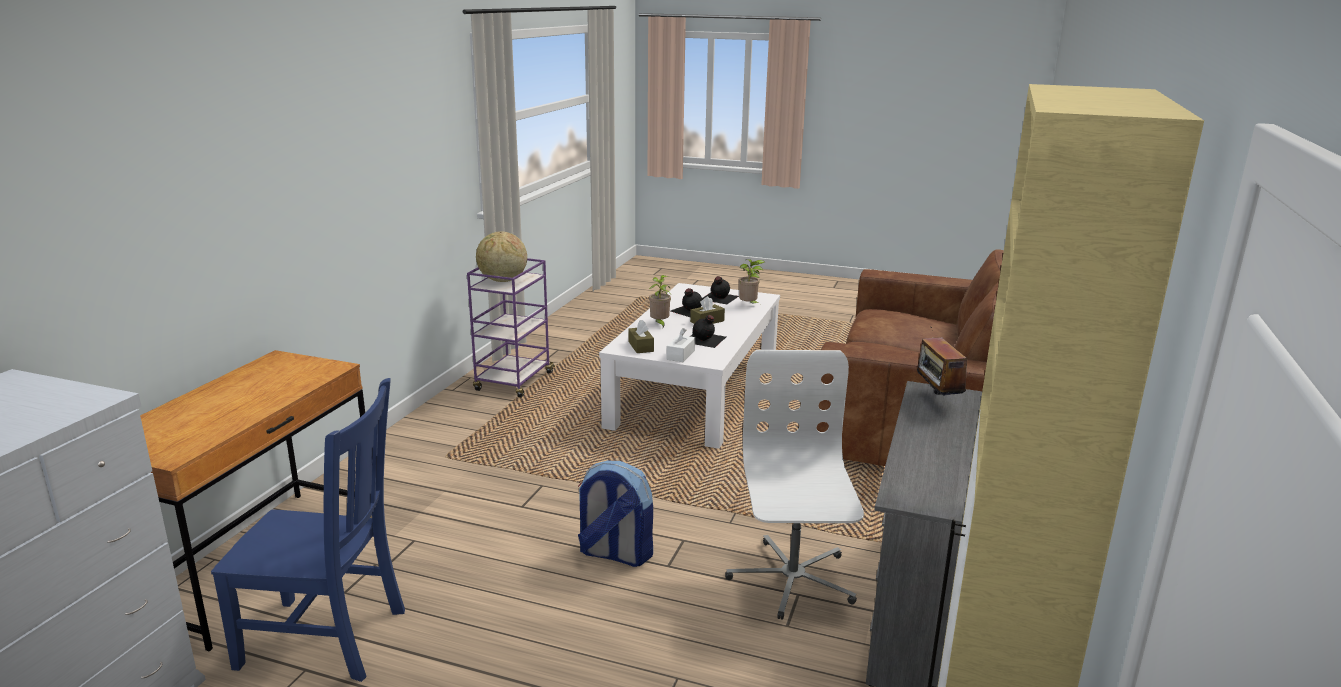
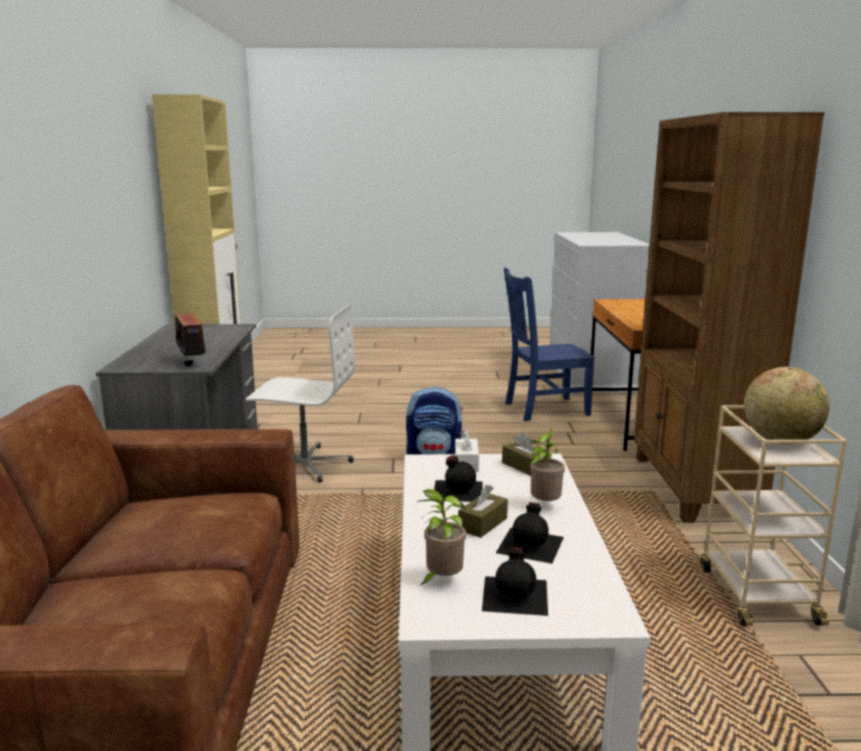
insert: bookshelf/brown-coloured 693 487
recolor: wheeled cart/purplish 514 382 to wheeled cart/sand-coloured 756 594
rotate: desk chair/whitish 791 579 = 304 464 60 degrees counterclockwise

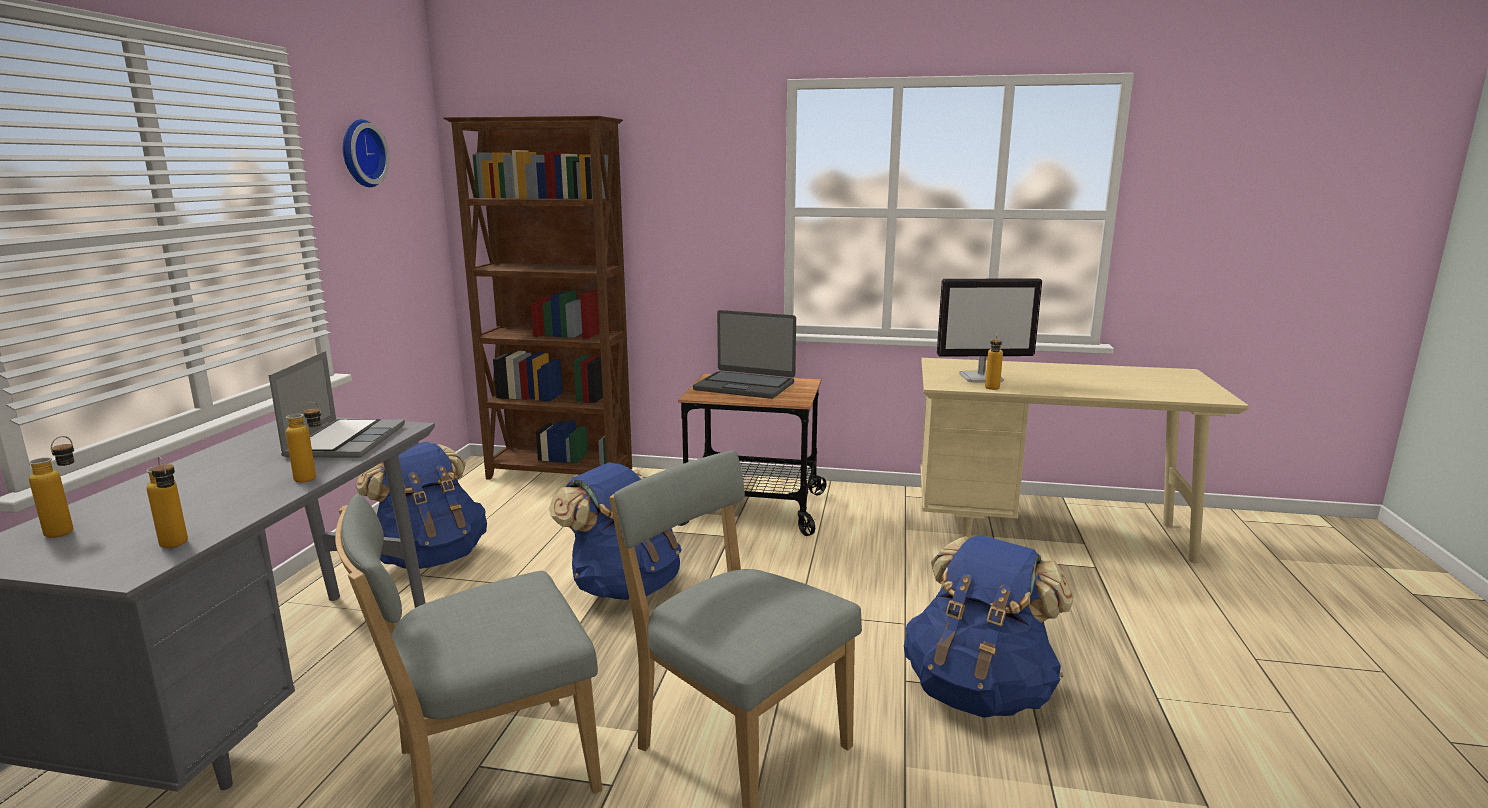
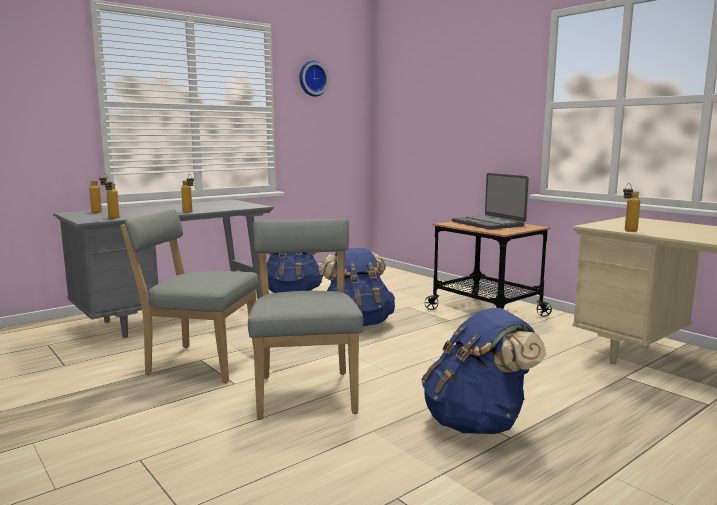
delete: laptop 345 441; bookshelf/brown-coloured 560 474; computer display 981 378

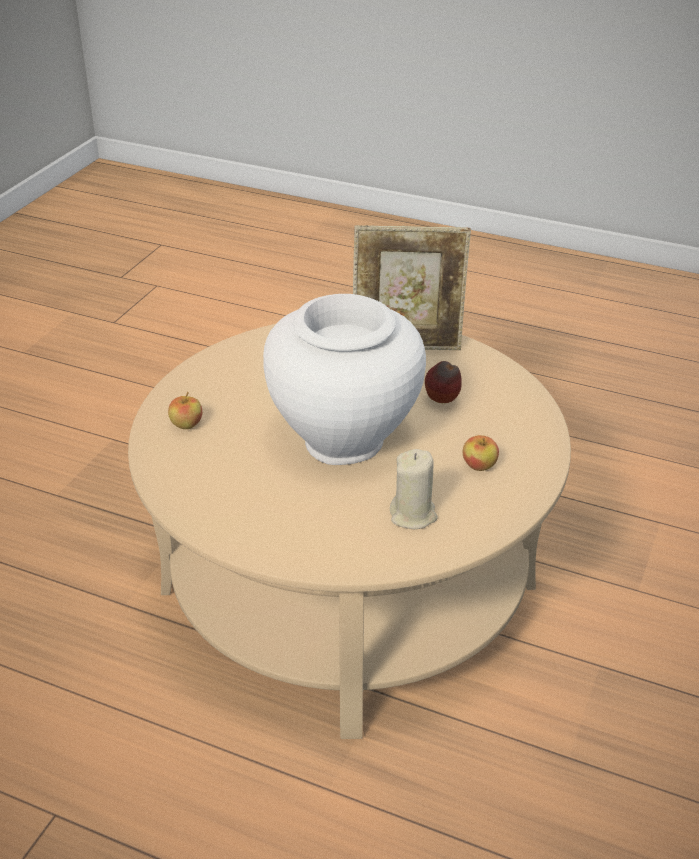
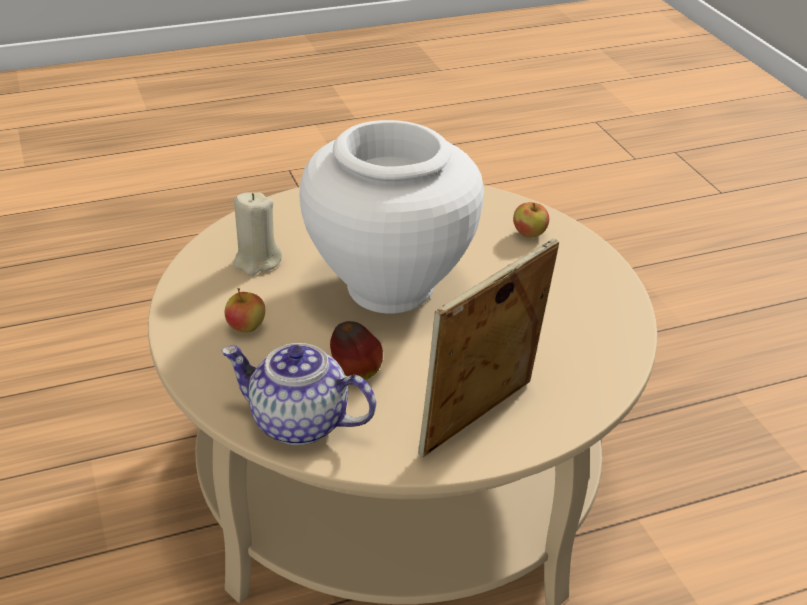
insert: tea pot 298 423

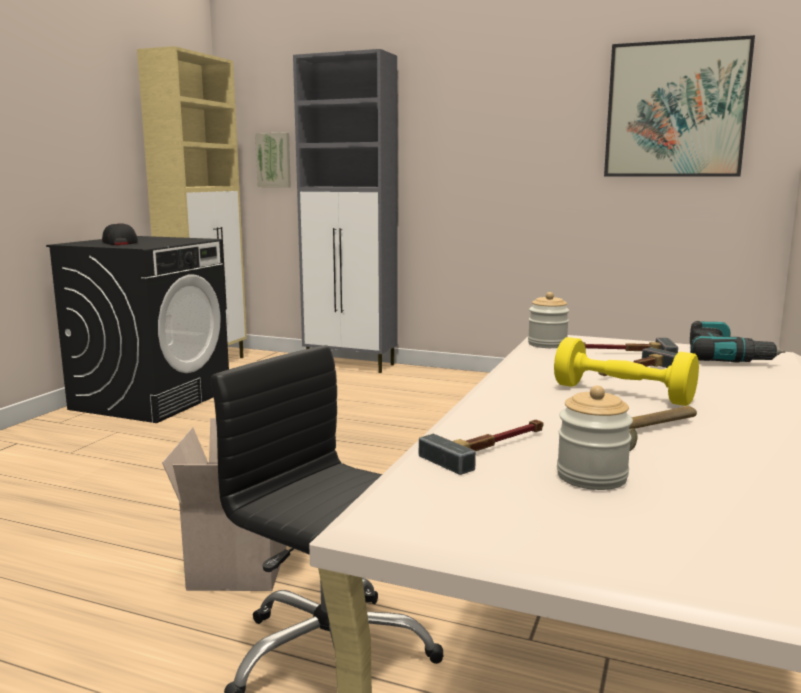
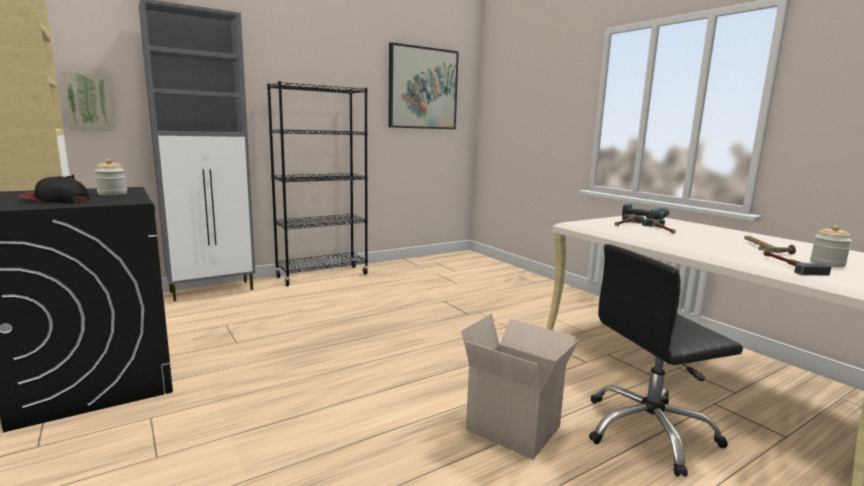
delete: free weight/yellowish 622 394
insert: bookshelf/blackish 322 276
move: storage jar 547 344 to 112 194

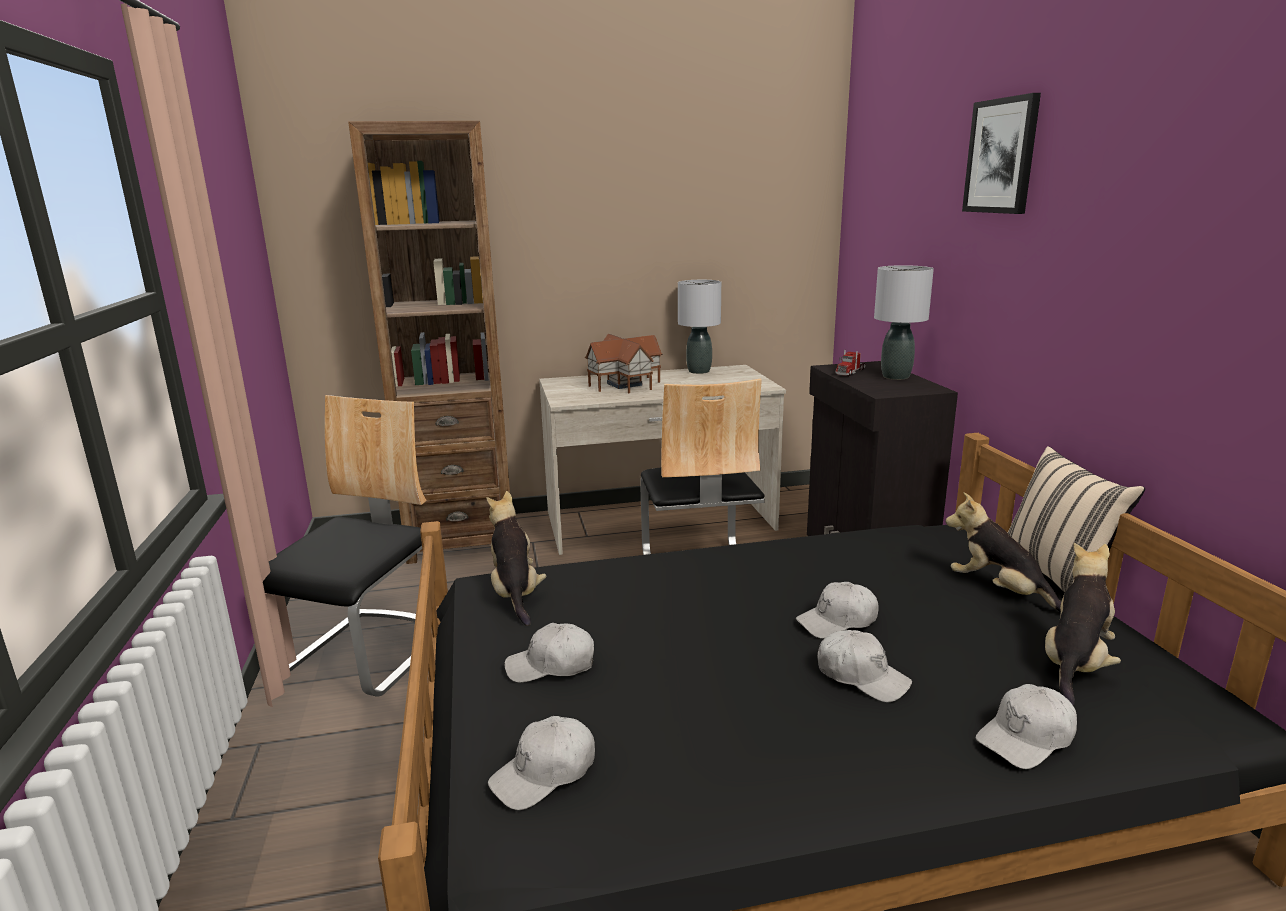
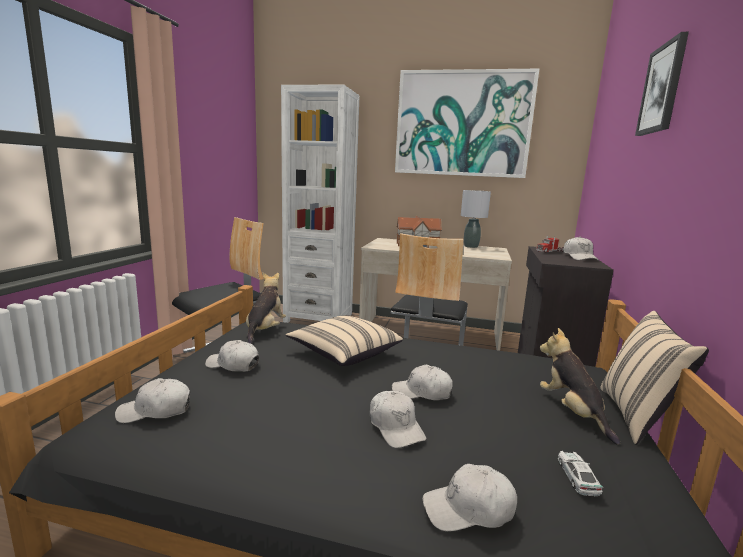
insert: throw pillow/sand-coloured 344 353; wall picture 462 124
replace: lamp for a table/grey 895 376 to baseball cap/whitish 579 257; cuddly toy 1075 664 to toy car 577 477
recolor: bookshelf/brown-coloured 461 539 to bookshelf/whitish 318 318

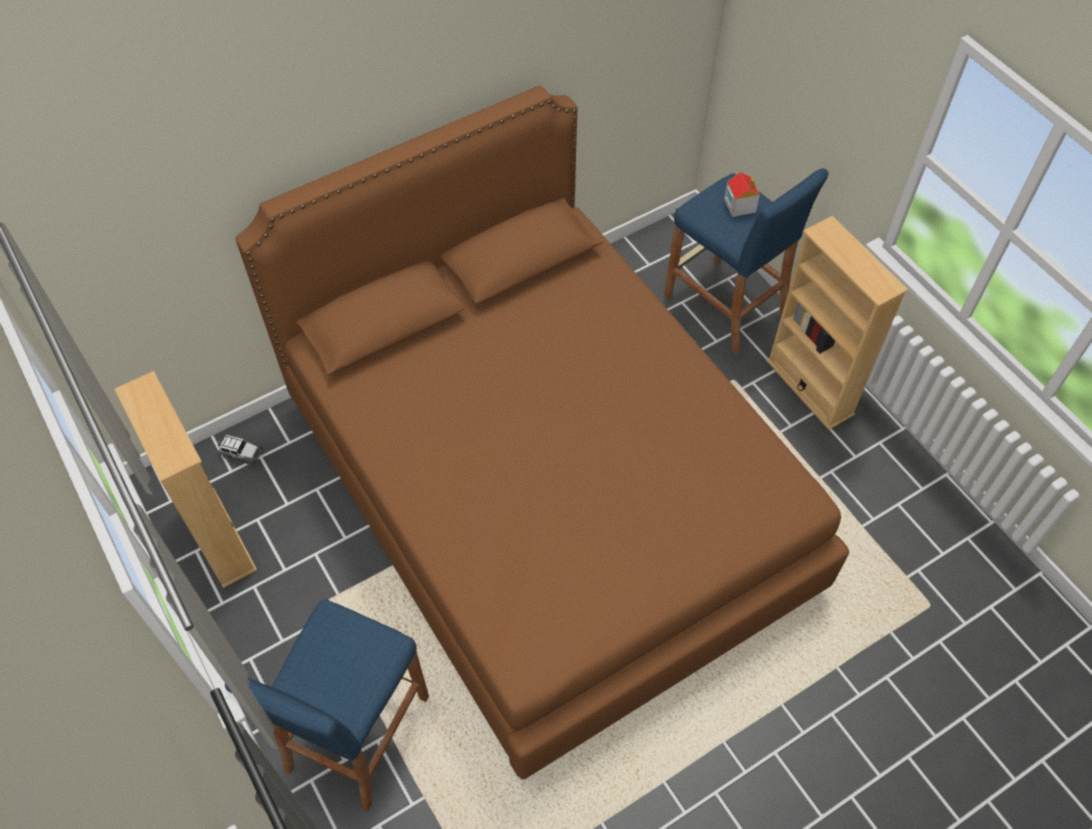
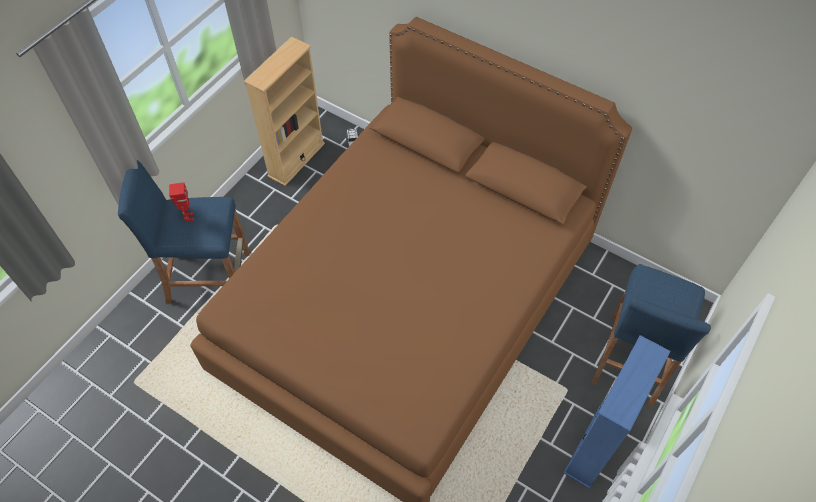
delete: model house 739 205
insert: model robot 189 217
recolor: bookshelf/sand-coloured 809 387 to bookshelf/blue-coloured 594 446

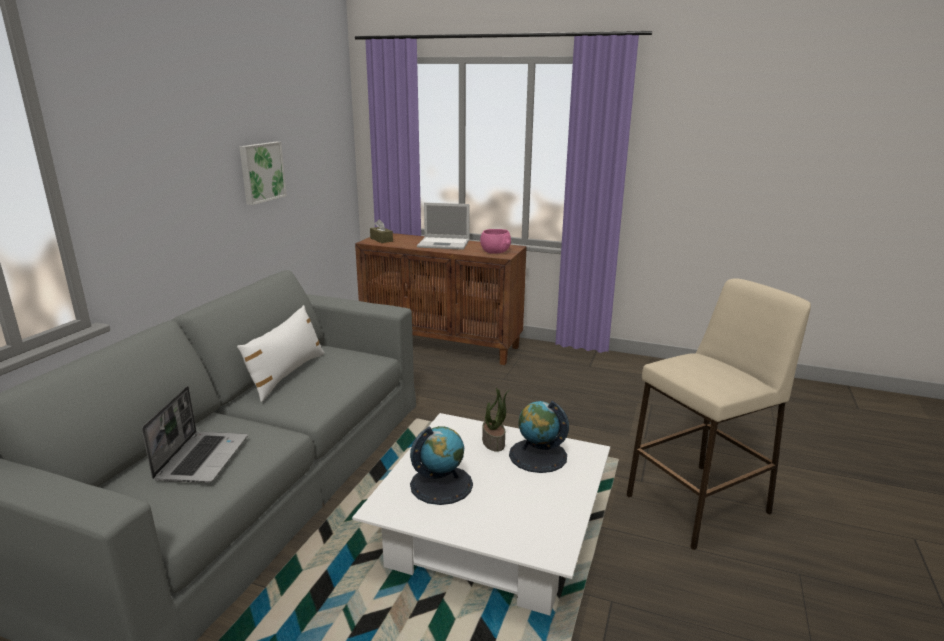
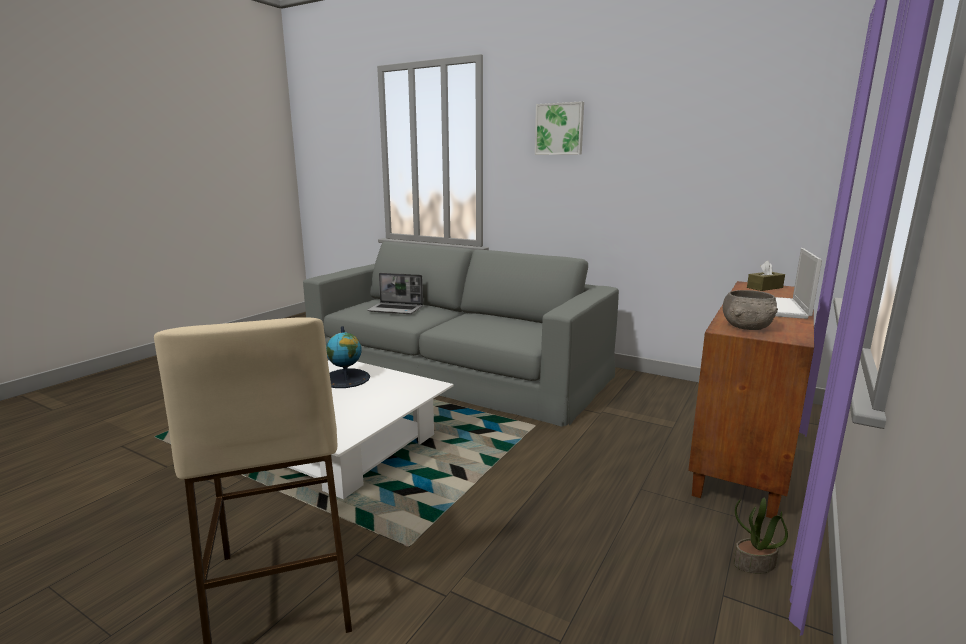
delete: throw pillow/whitish 286 374; world globe 537 455
move: wall picture 261 172 to 559 129; plant in a pot 494 442 to 754 564
recolor: deep dish/pinkish 495 252 to deep dish/grey 747 327

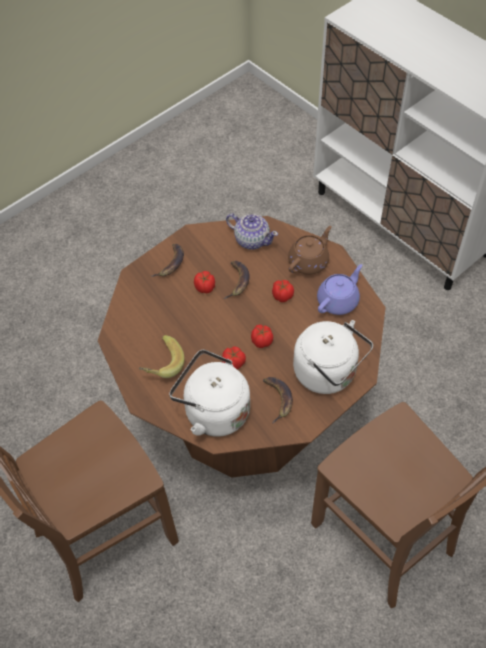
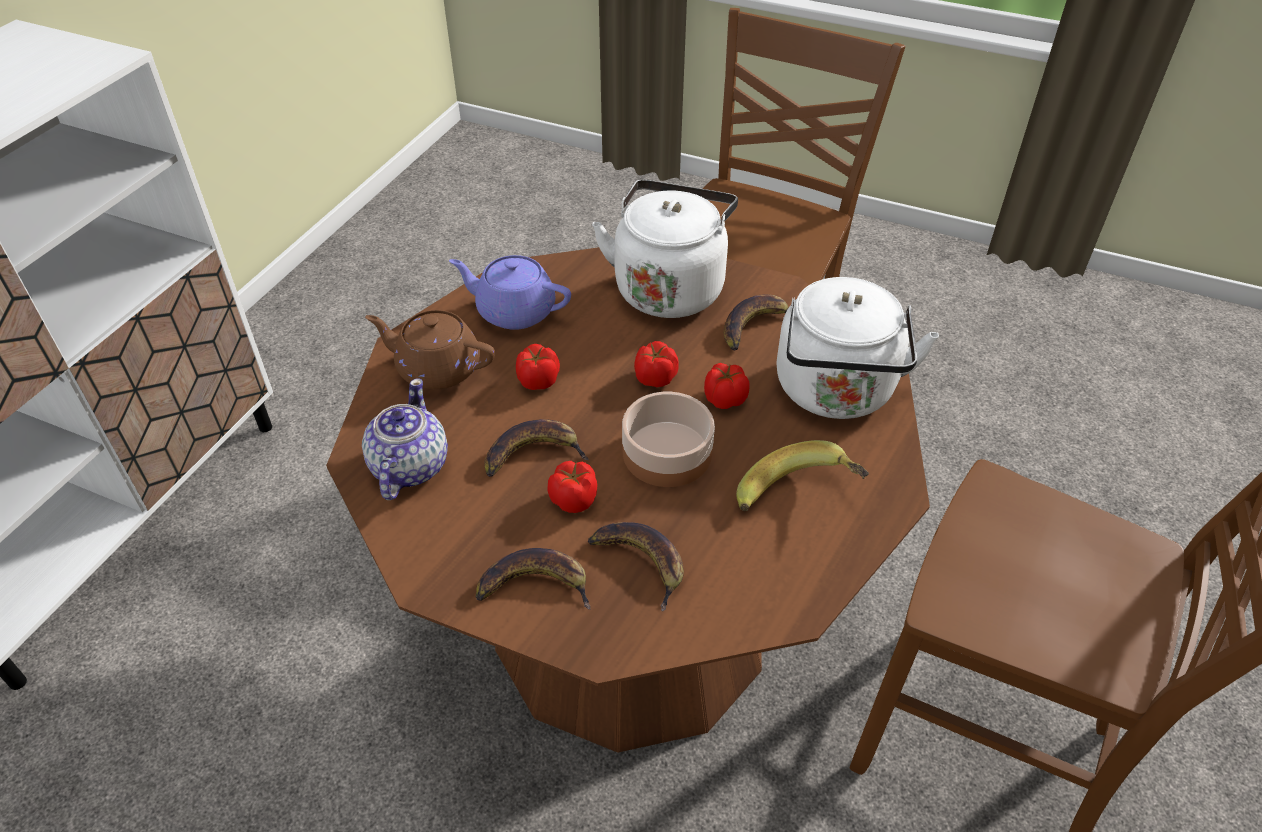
insert: banana fruit 640 562; deep dish 668 453

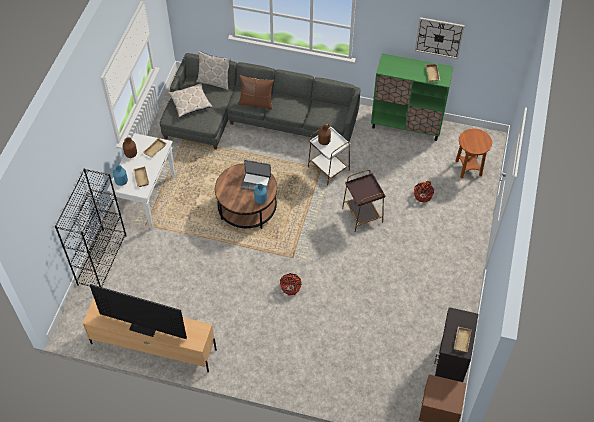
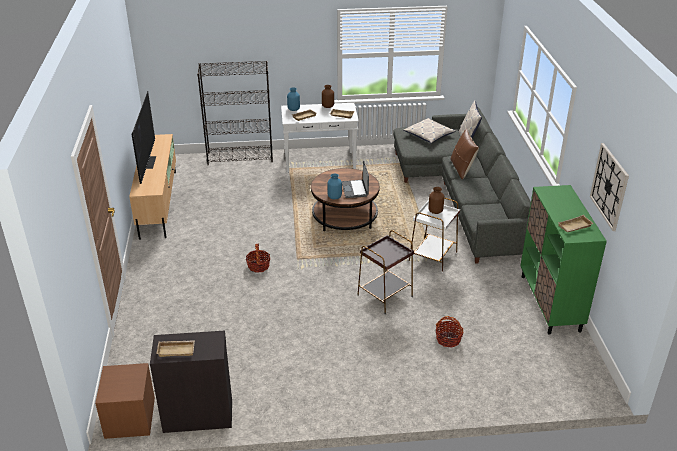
delete: end table/brown-coloured 468 168

